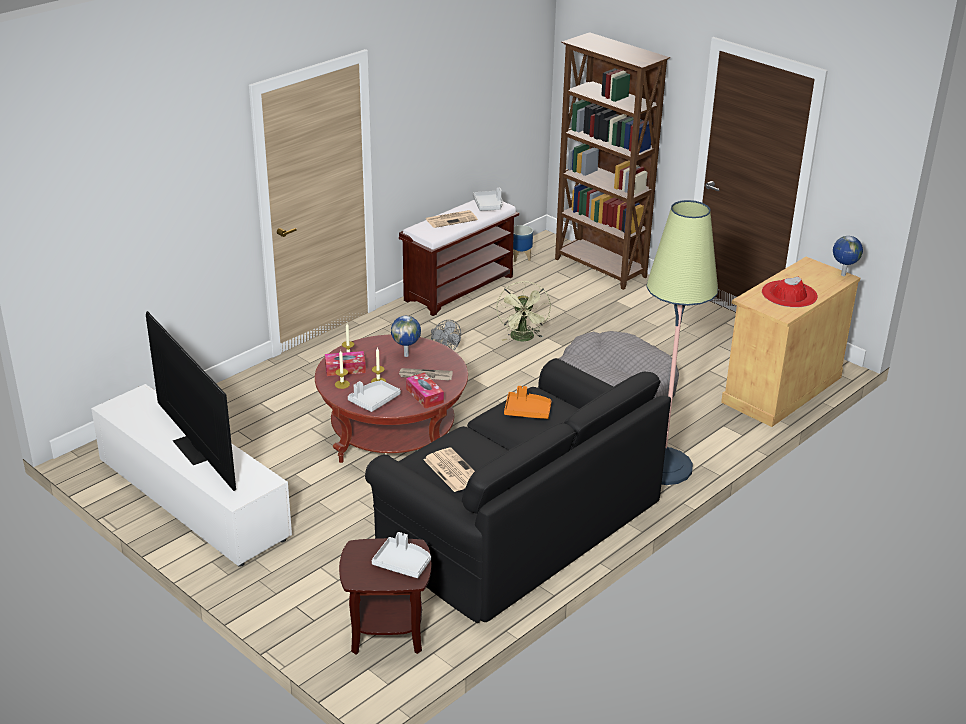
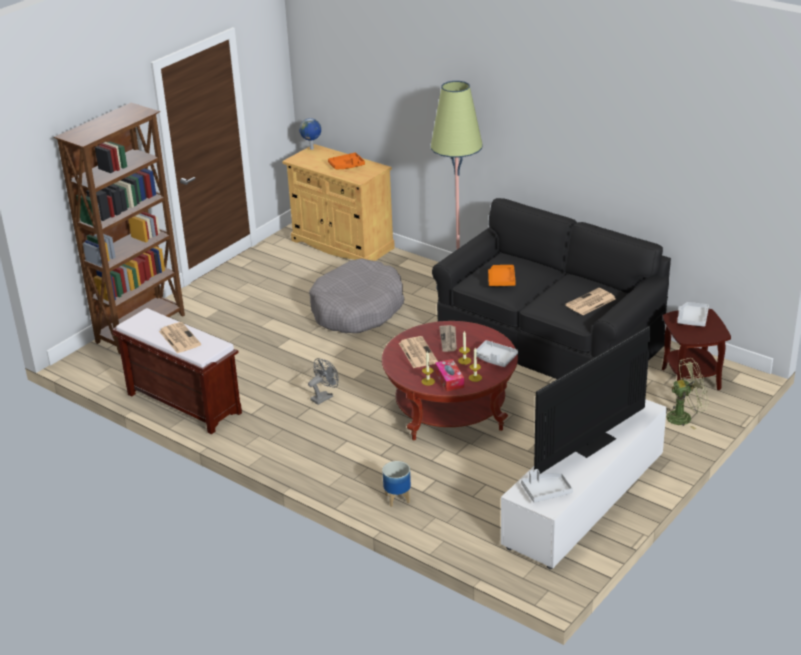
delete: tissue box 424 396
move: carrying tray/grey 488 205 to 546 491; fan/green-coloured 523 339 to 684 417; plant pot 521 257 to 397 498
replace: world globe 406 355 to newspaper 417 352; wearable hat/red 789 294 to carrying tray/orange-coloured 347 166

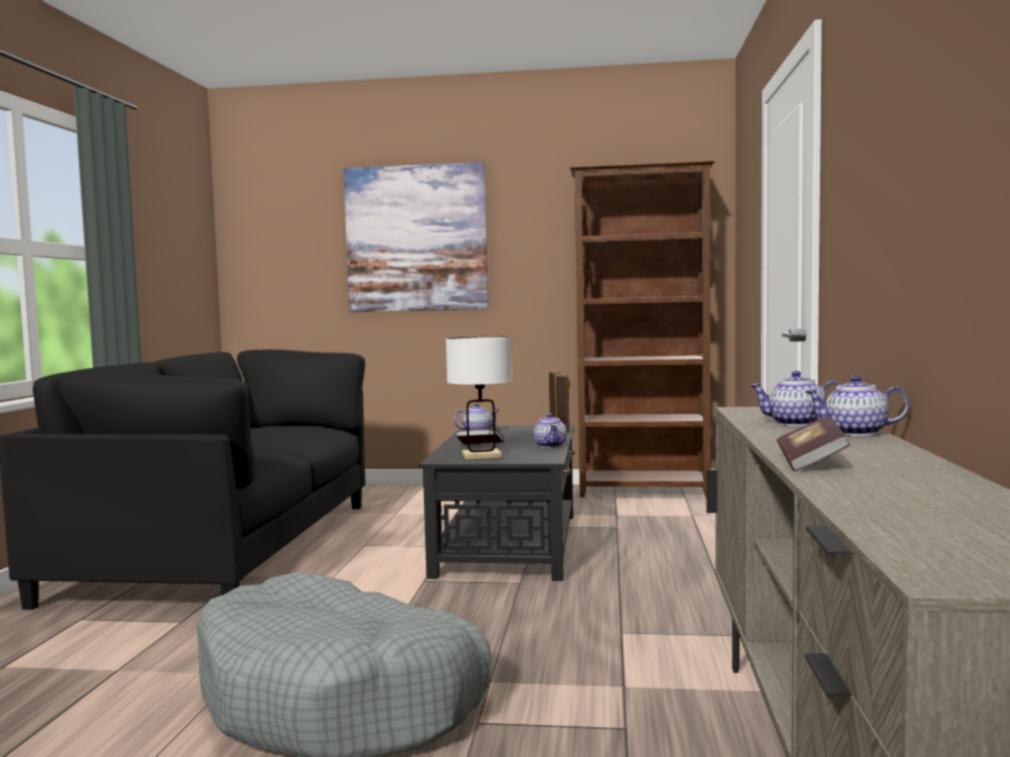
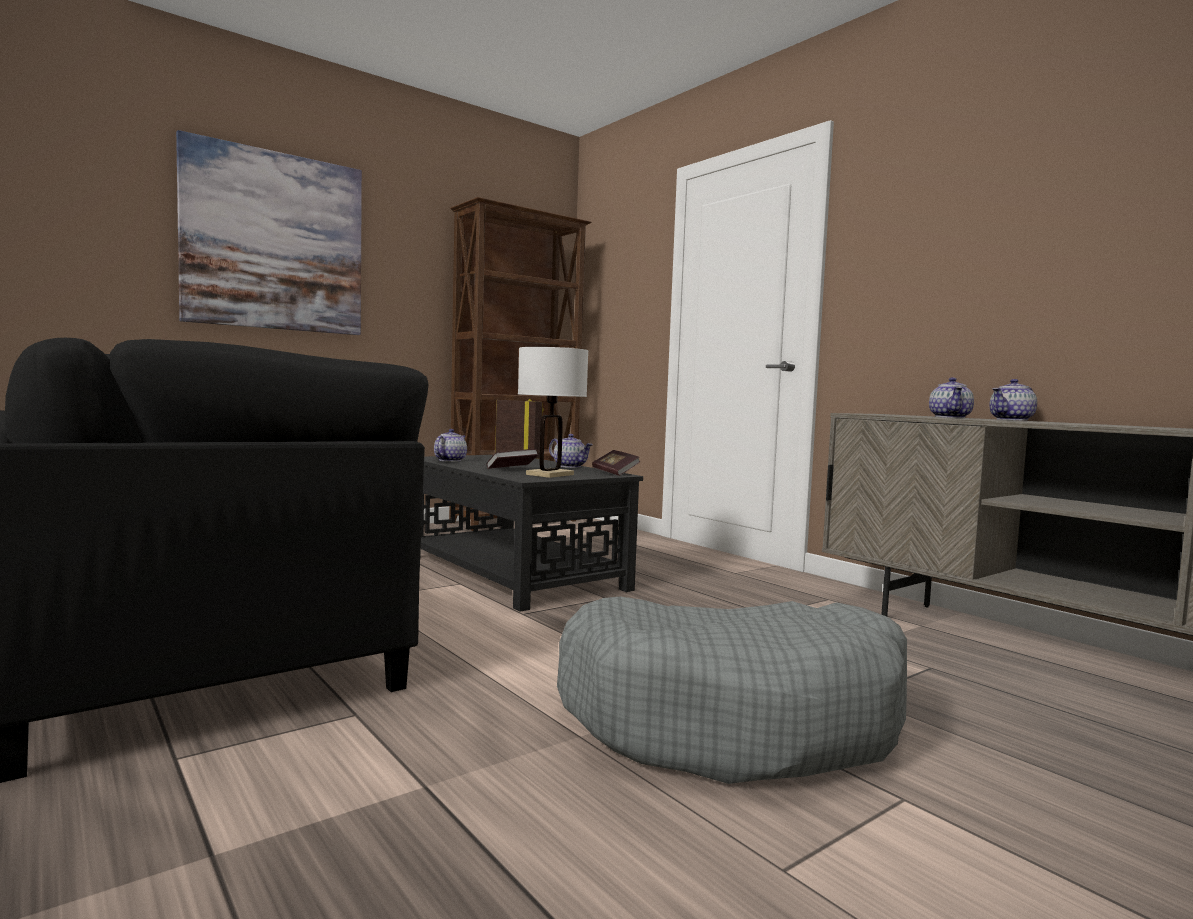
move: book 811 462 to 615 473
rotate: tea pot 795 423 = 950 417 45 degrees counterclockwise

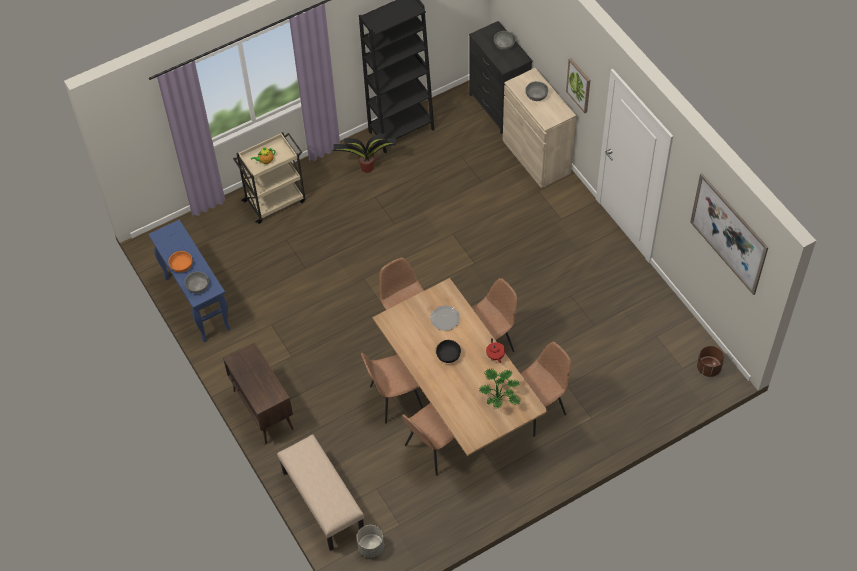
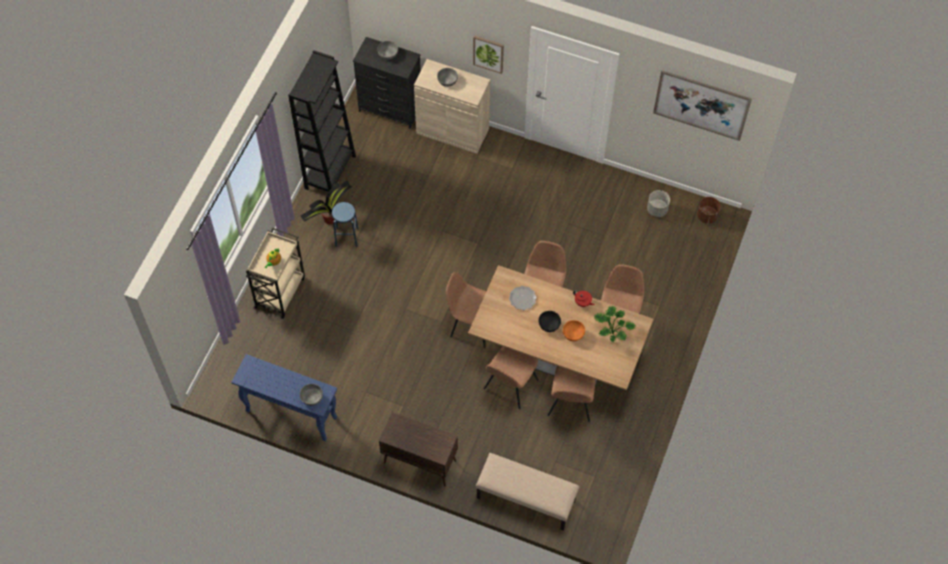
insert: stool seat/blue-coloured 347 237
move: deep dish/orange-coloured 181 265 to 573 334; plant pot/grey 371 547 to 657 209

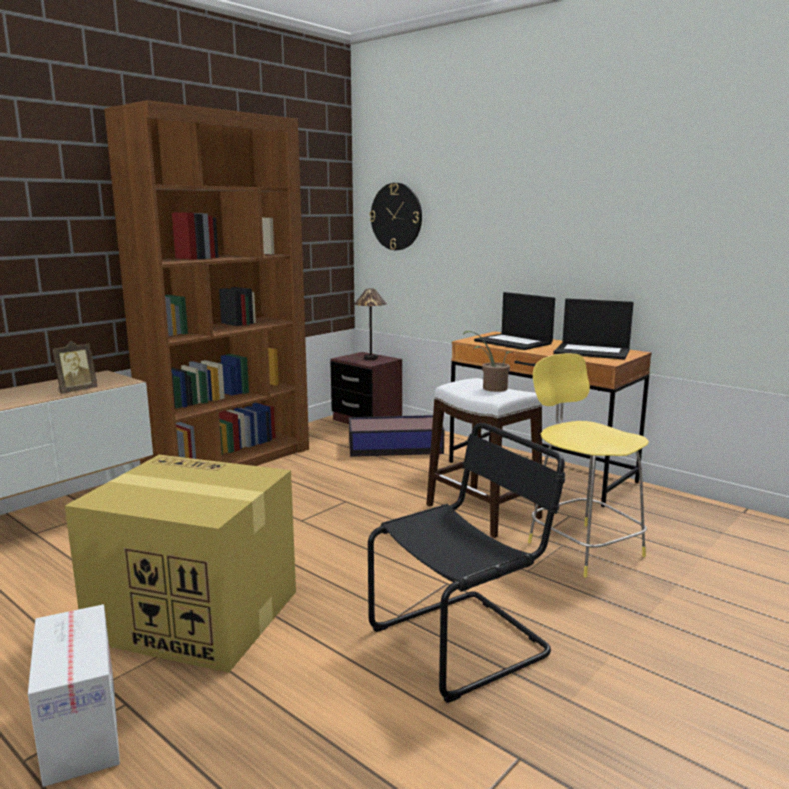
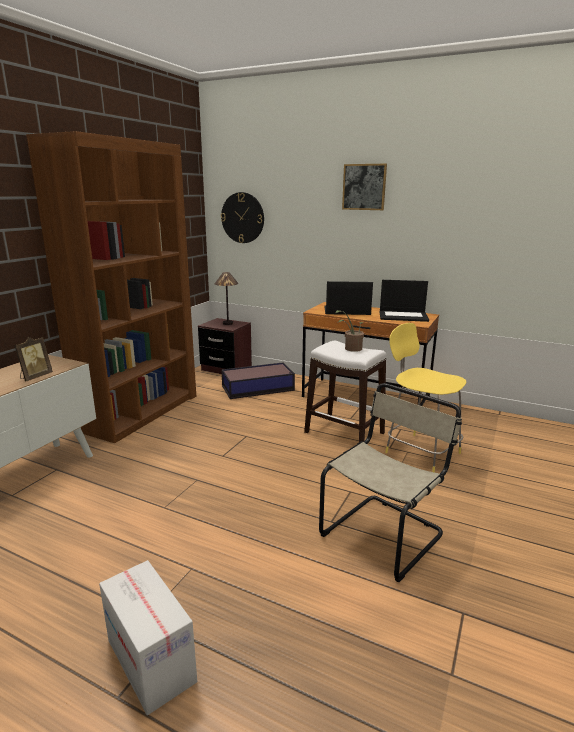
delete: carton 193 615
insert: wall picture 364 187
recolor: chair/blackish 465 640 to chair/sand-coloured 384 533
rotate: laptop 514 342 = 346 311 150 degrees clockwise

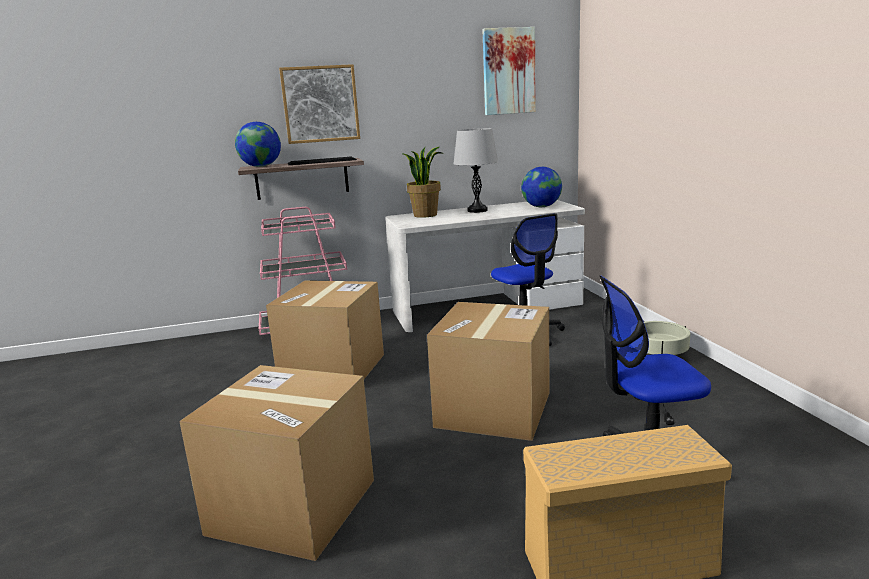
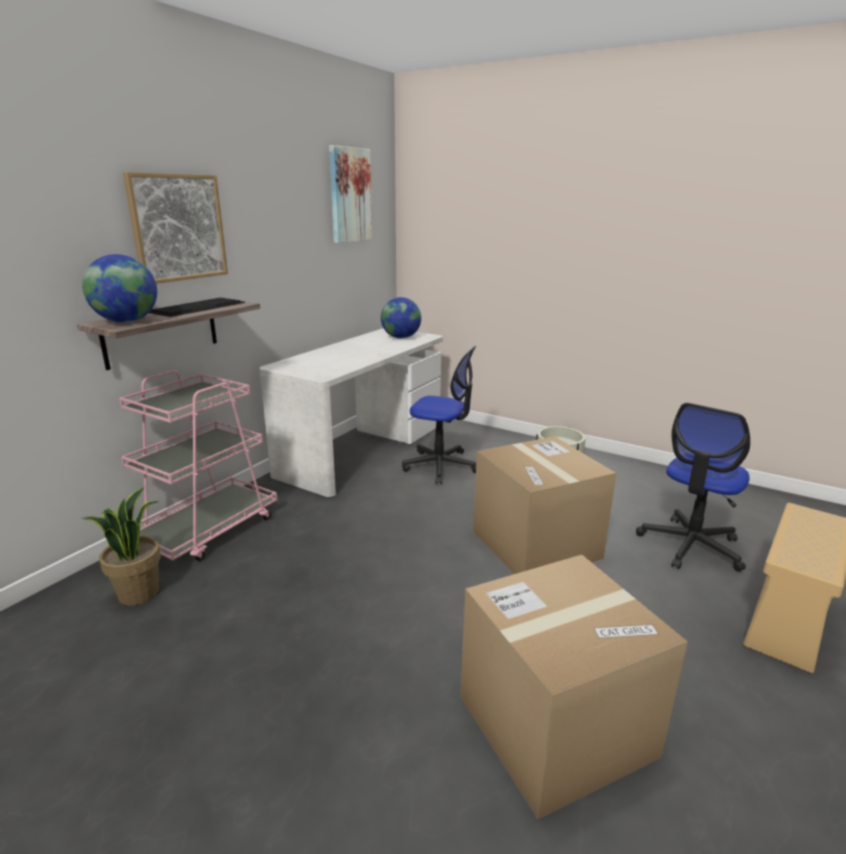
delete: carton 333 369; lamp for a table/grey 477 210
move: plant in a pot 425 215 to 138 593

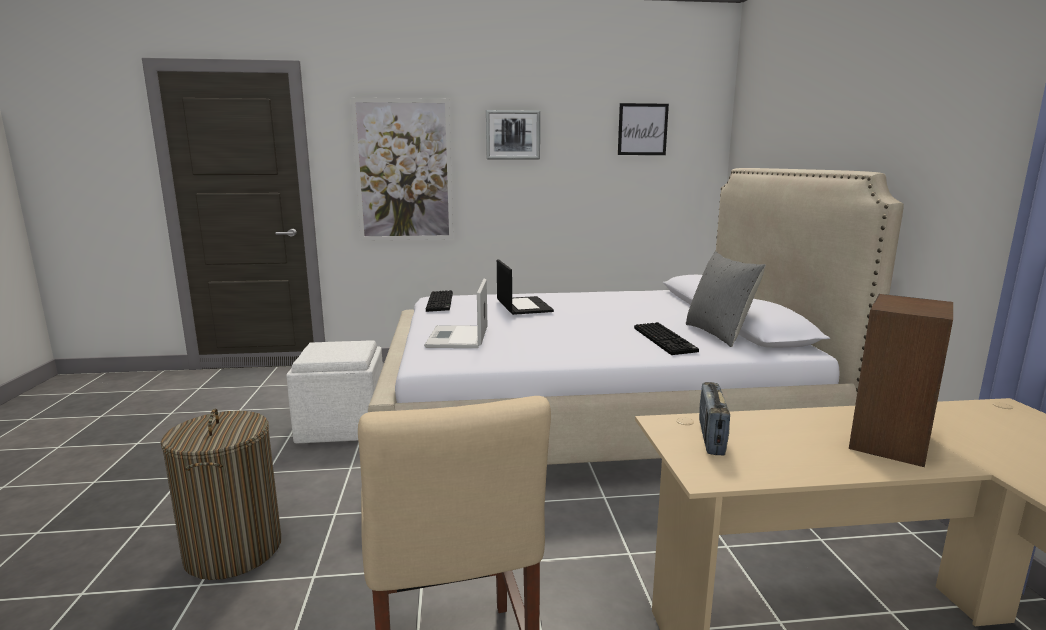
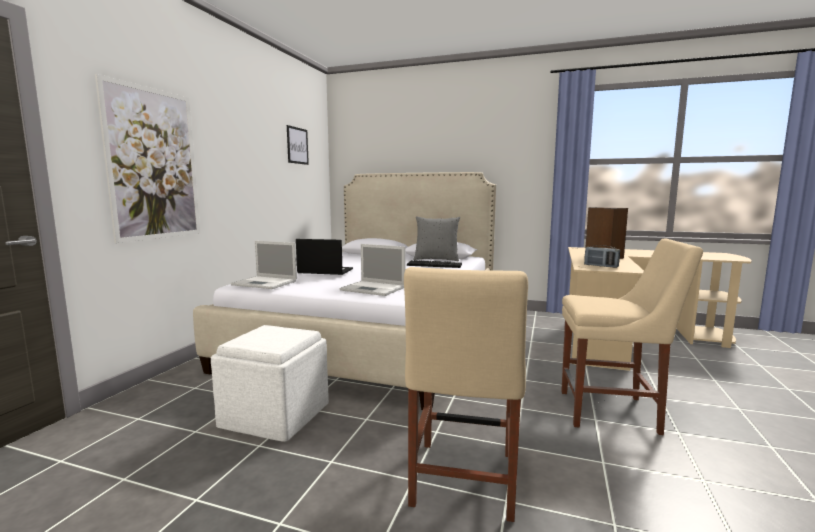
delete: wall picture 513 135
replace: hamper 233 550 to chair/sand-coloured 462 482; keyboard 441 302 to laptop 266 283

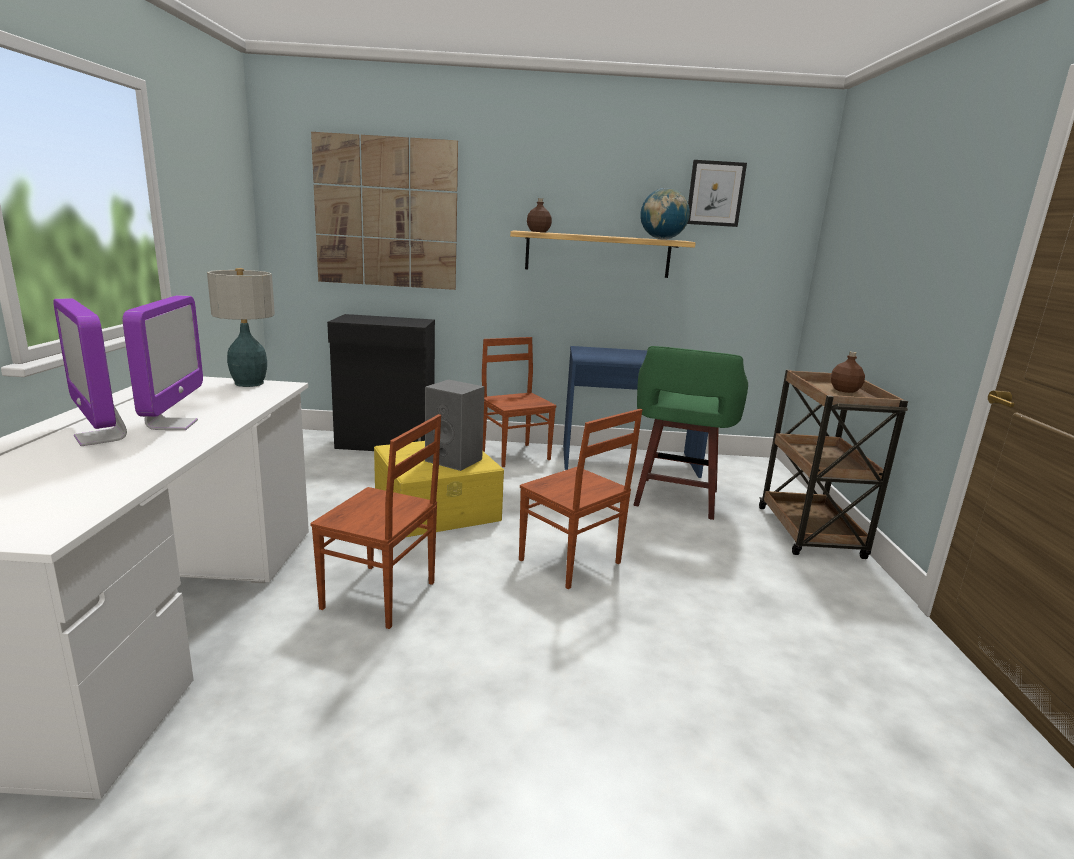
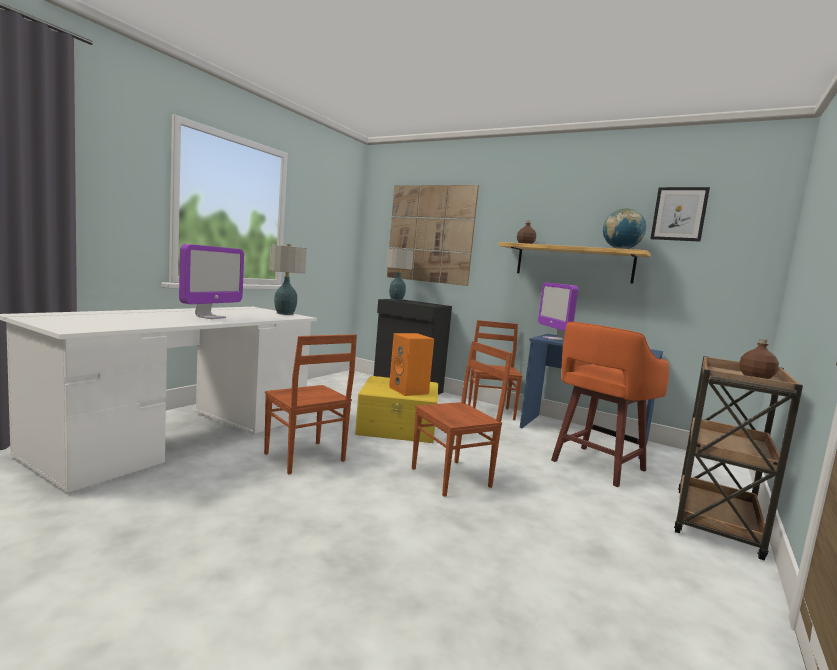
insert: lamp for a table 396 299
move: computer display 101 438 to 553 339
recolor: loudspeaker/grey 455 460 to loudspeaker/orange-coloured 409 390; stool seat/green-coloured 676 499 to stool seat/orange-coloured 596 466
rotate: chair/brown-coloured 570 563 = 452 478 105 degrees counterclockwise

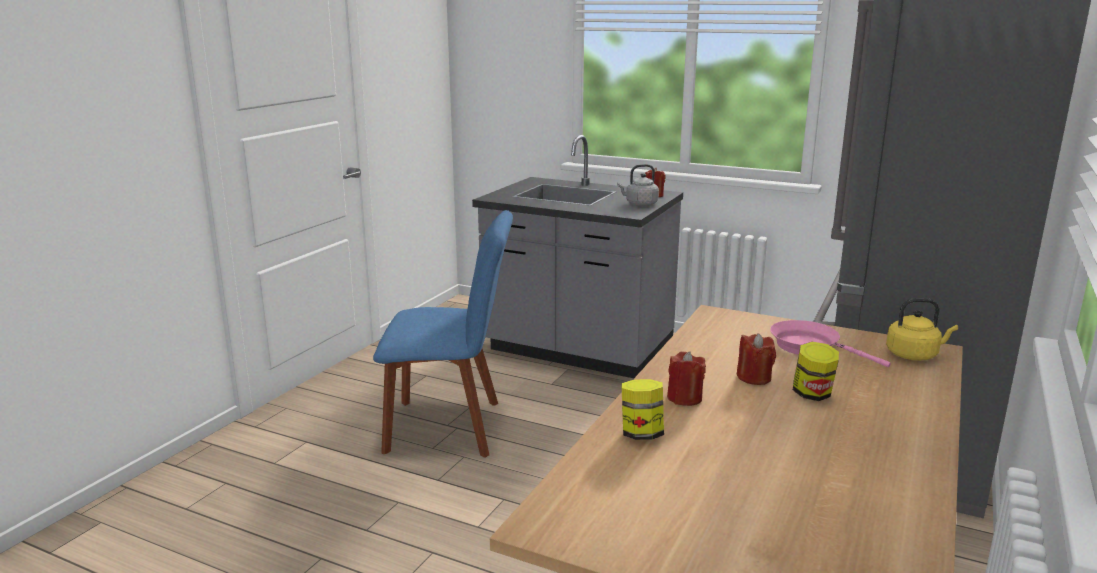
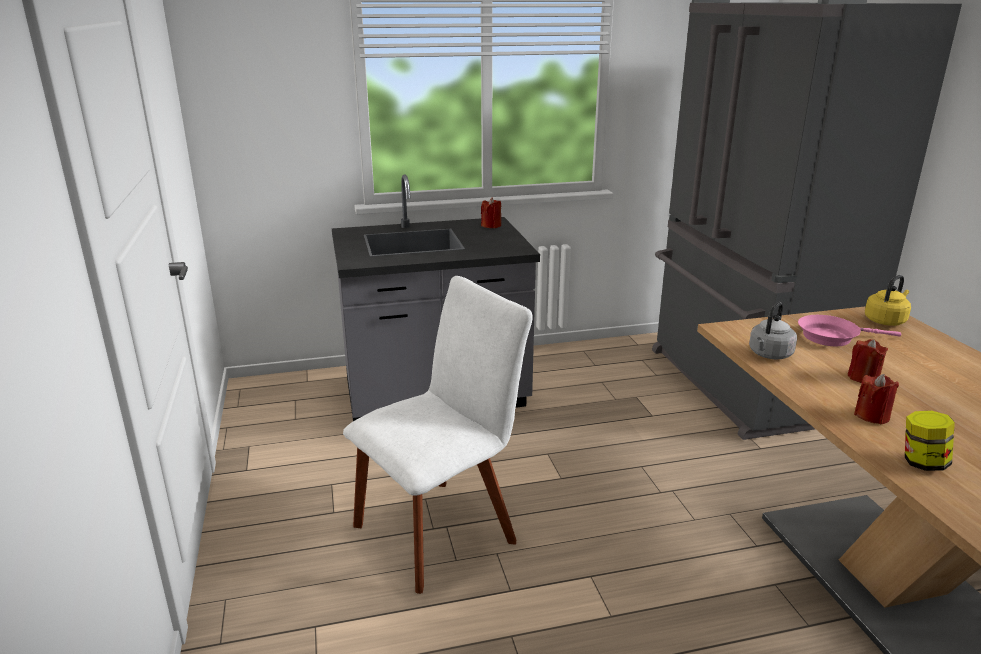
delete: storage jar 812 394
move: kettle/grey 639 204 to 769 355
recolor: chair/blue-coloured 451 427 to chair/whitish 440 529

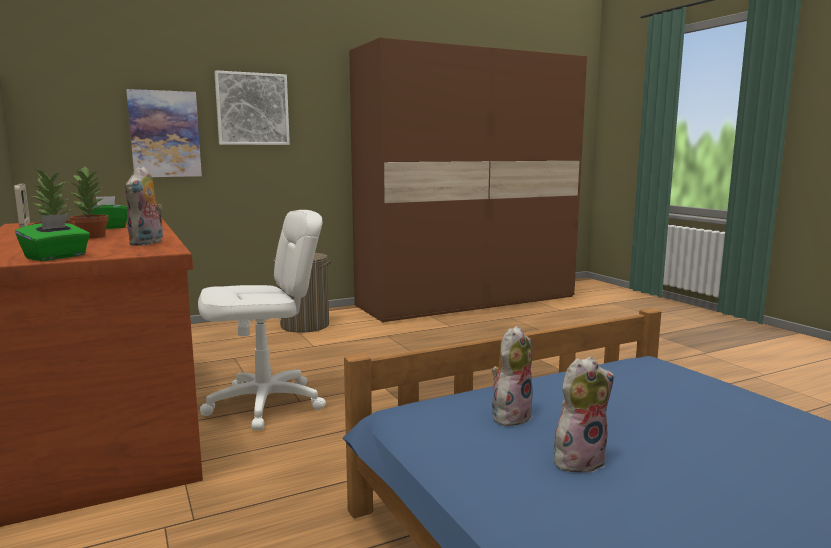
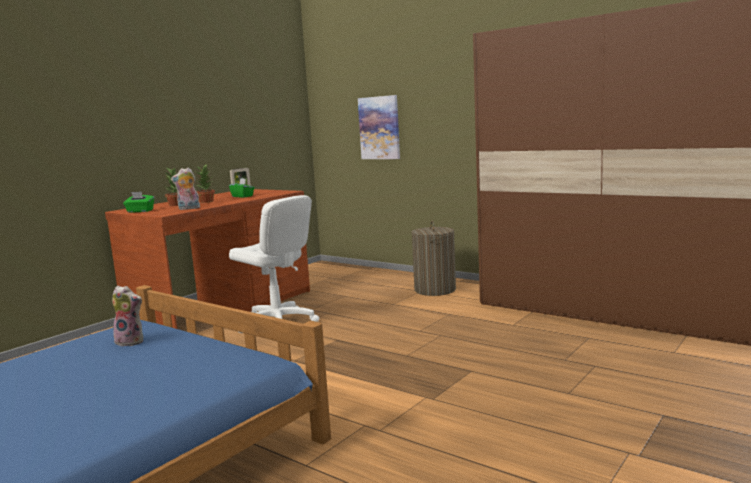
delete: wall picture 252 109; cuddly toy 578 460

